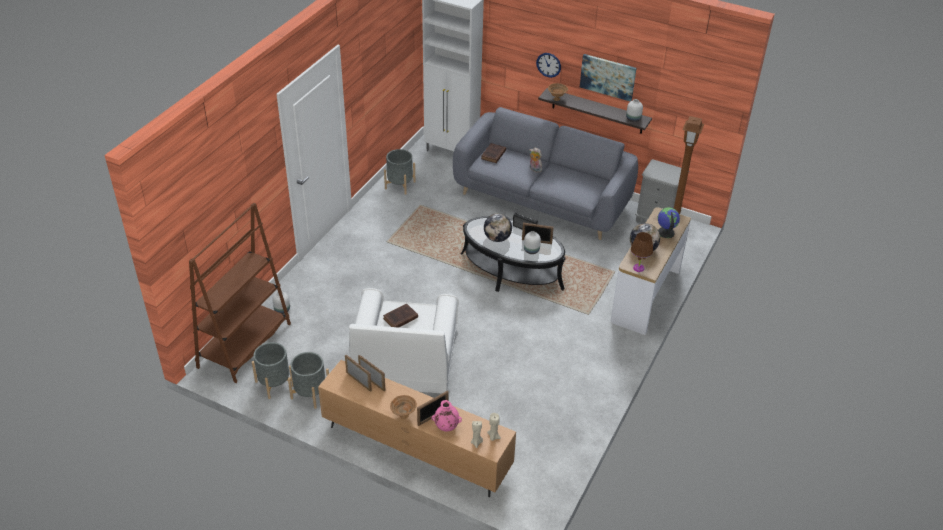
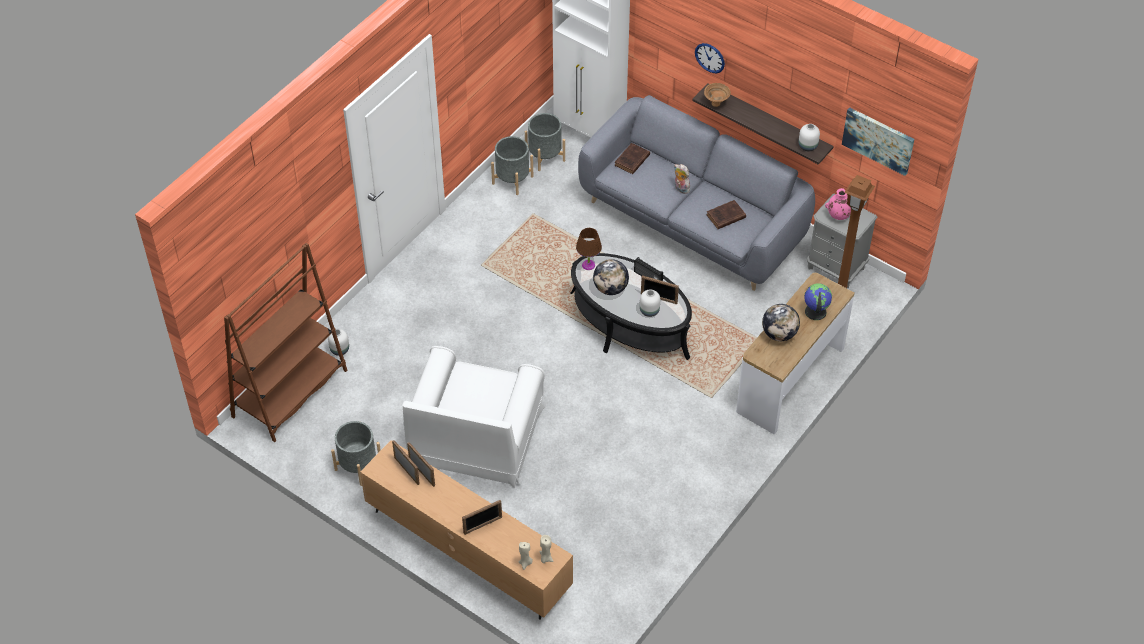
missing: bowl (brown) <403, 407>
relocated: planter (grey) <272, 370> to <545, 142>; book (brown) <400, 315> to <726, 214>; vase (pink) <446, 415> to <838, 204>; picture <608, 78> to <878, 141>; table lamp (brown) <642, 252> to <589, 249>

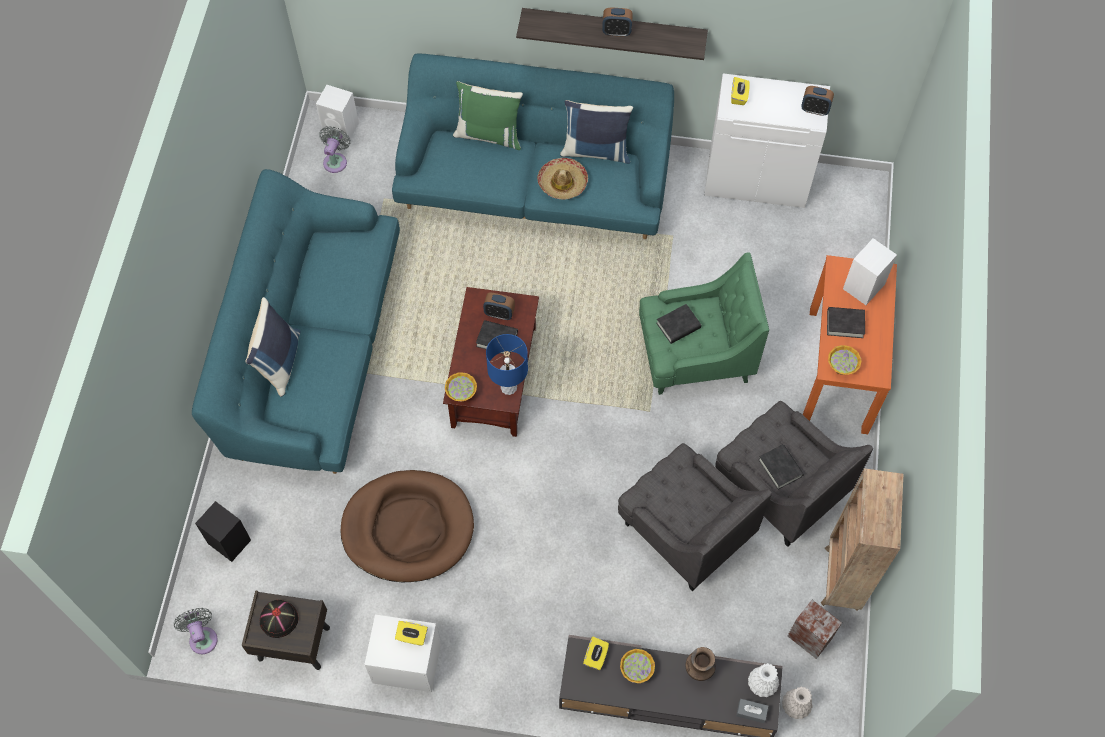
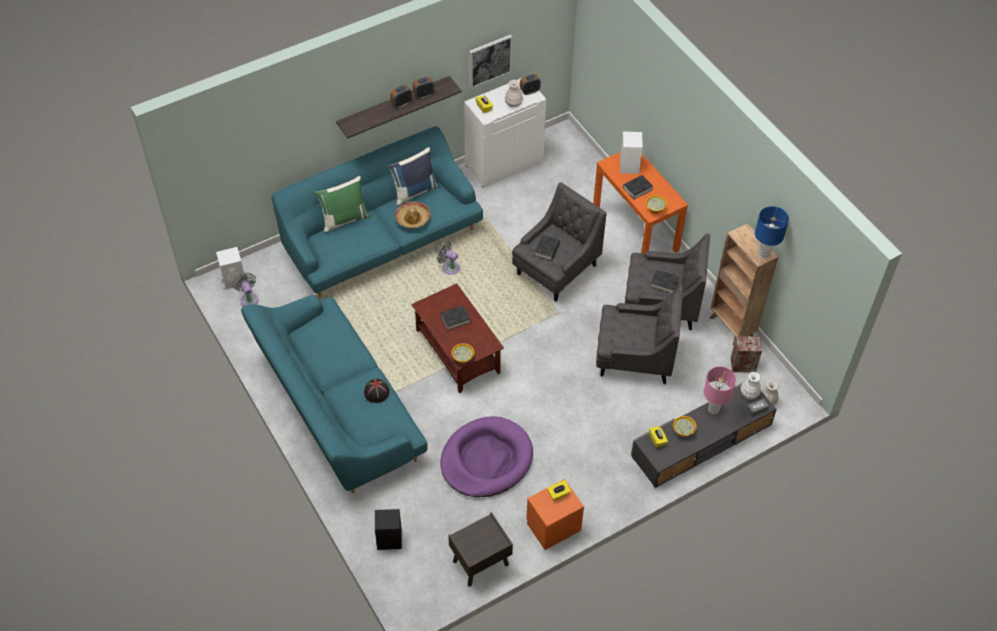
missing: pillow (blue) <272, 347>
appeared: picture <490, 61>; vase (white) <514, 93>
relocated: fan (grey) <196, 631> to <448, 258>; hat (black) <279, 619> to <377, 391>; alarm clock <499, 306> to <423, 88>; table lamp (blue) <507, 364> to <772, 232>
exchanged: vase (brown) <700, 664> to table lamp (pink) <719, 390>
colour: dog bed (brown) <407, 526> to dog bed (purple) <486, 456>; nightstand (white) <402, 653> to nightstand (orange) <555, 514>; armchair (green) <704, 323> to armchair (grey) <559, 242>

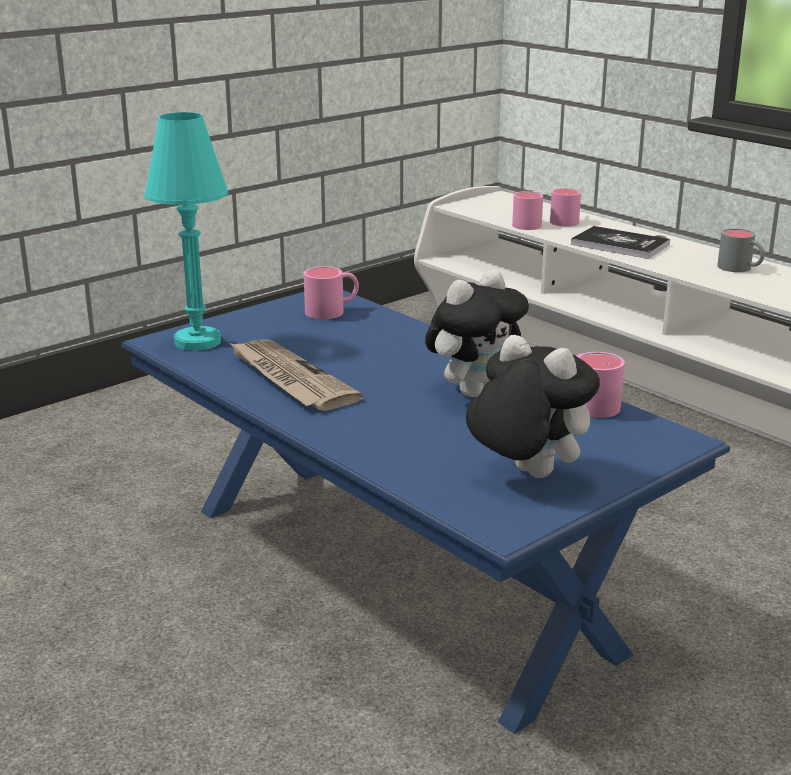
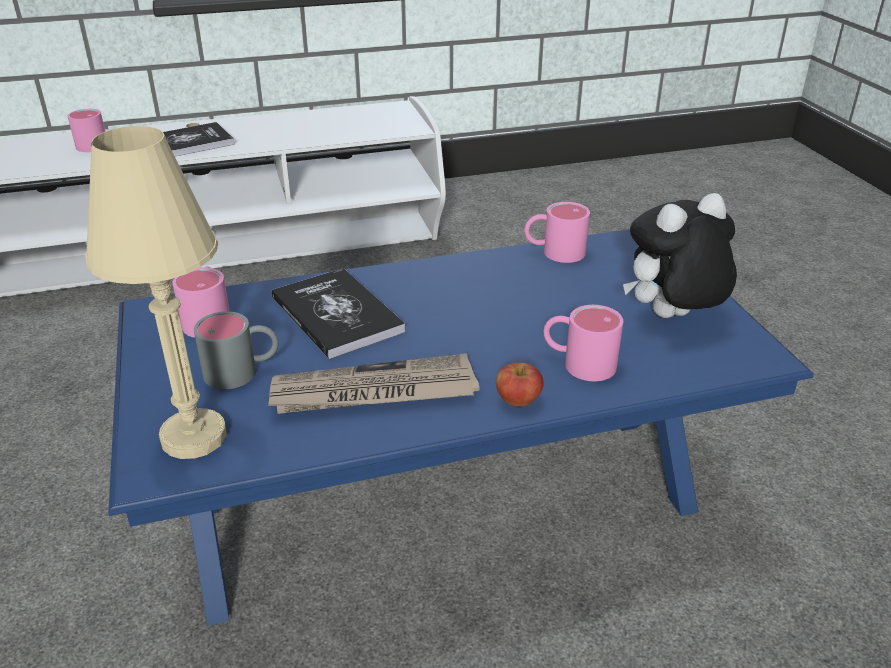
missing: plush toy <477, 333>
appeared: book <338, 313>; apple <520, 385>
relocated: mug (pink) <527, 210> to <583, 343>; mug (grey) <741, 250> to <236, 350>
colour: table lamp (turquoise) <186, 231> to table lamp (beige) <156, 292>

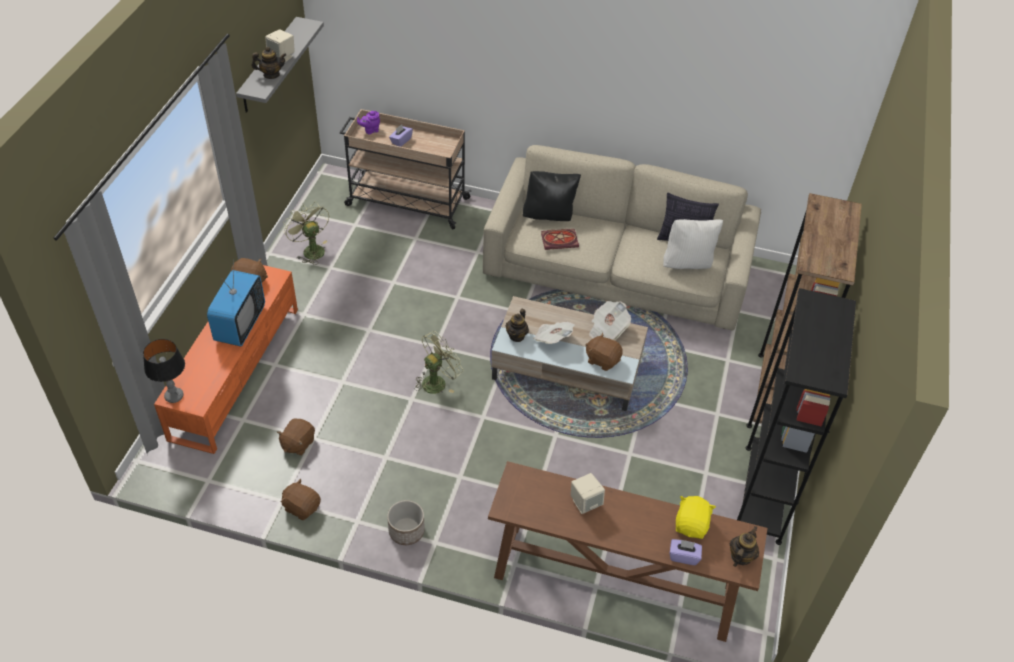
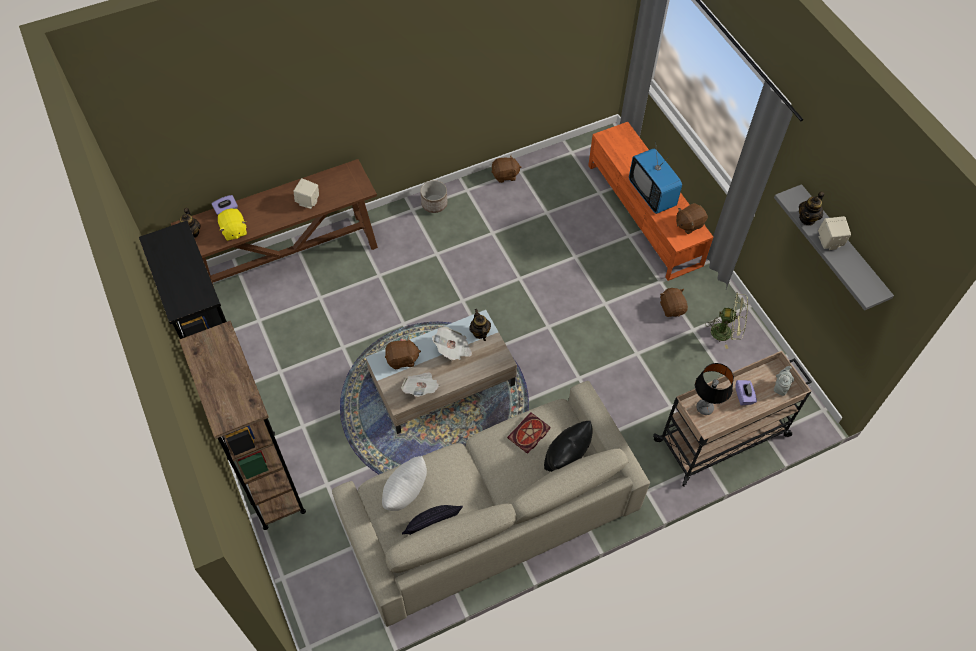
missing: fan (green) <438, 362>
relocated: table lamp <164, 371> to <714, 389>; plush toy (brown) <296, 436> to <674, 302>
colour: teapot (purple) <368, 122> to teapot (grey) <784, 381>

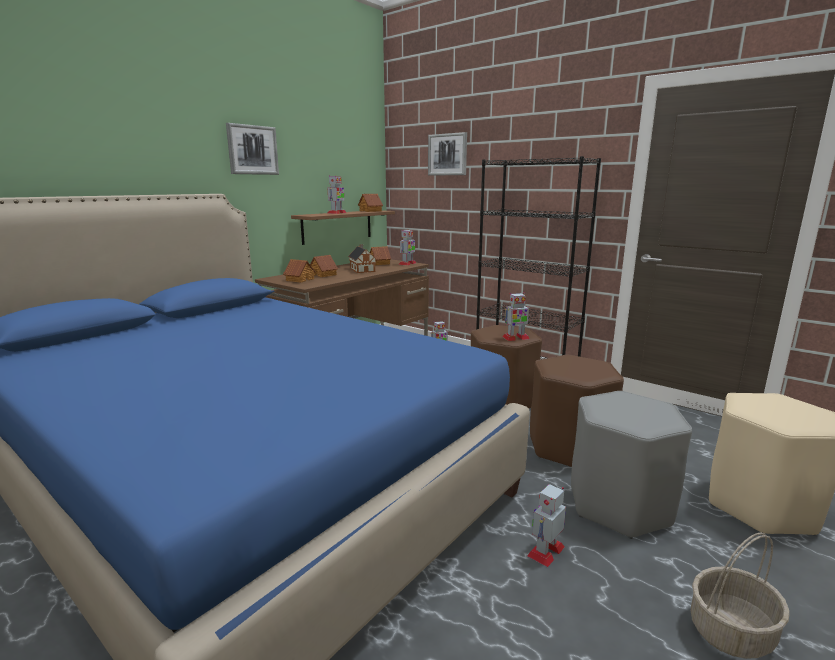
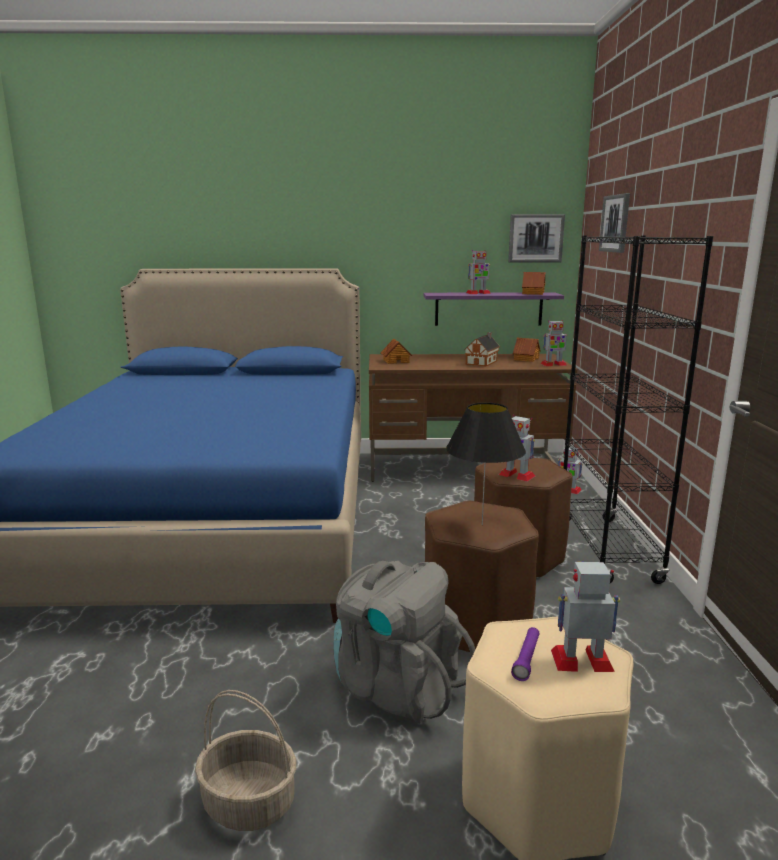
missing: toy house <324, 266>
appeared: table lamp (black) <486, 463>; flashlight (purple) <525, 654>
relocated: picture <252, 149> to <536, 238>; toy robot <546, 525> to <585, 617>
exchanged: stool (grey) <631, 465> to backpack (grey) <404, 642>
colour: shelf (brown) <343, 227> to shelf (purple) <493, 309>

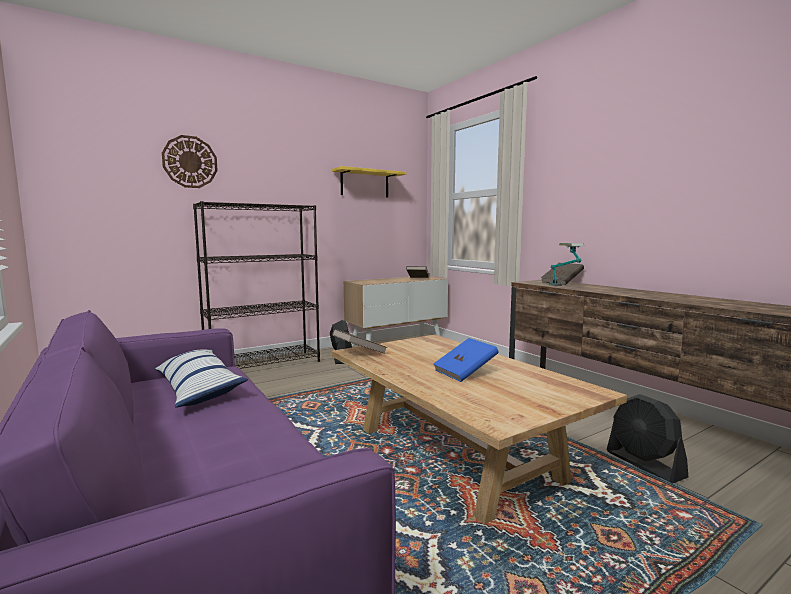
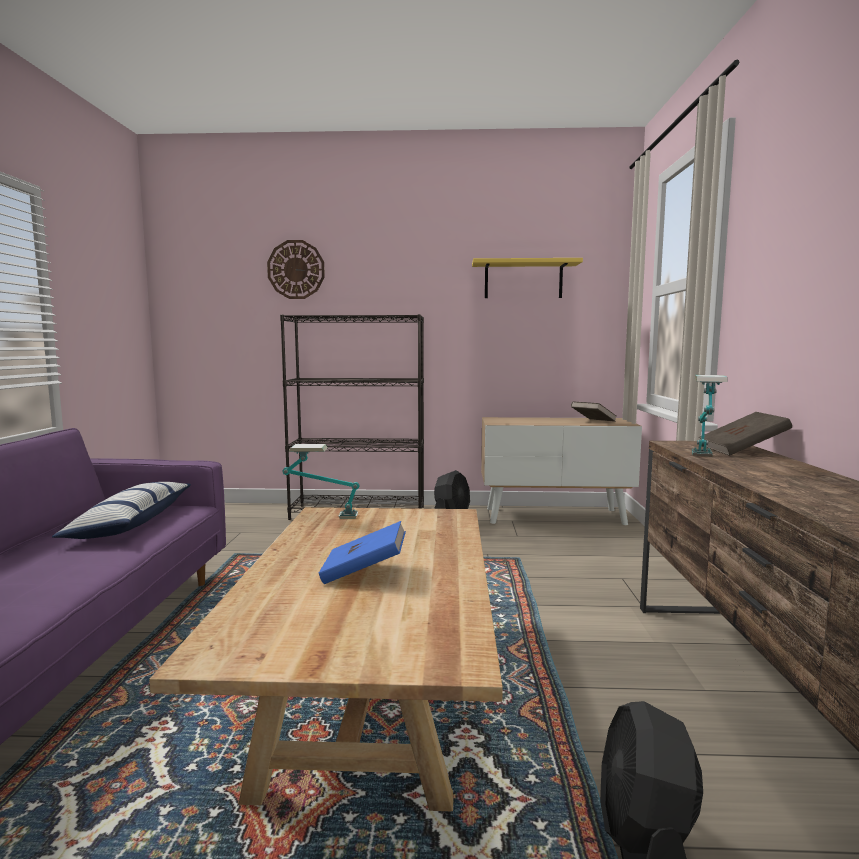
exchanged: book (brown) <359, 341> to table lamp <321, 481>

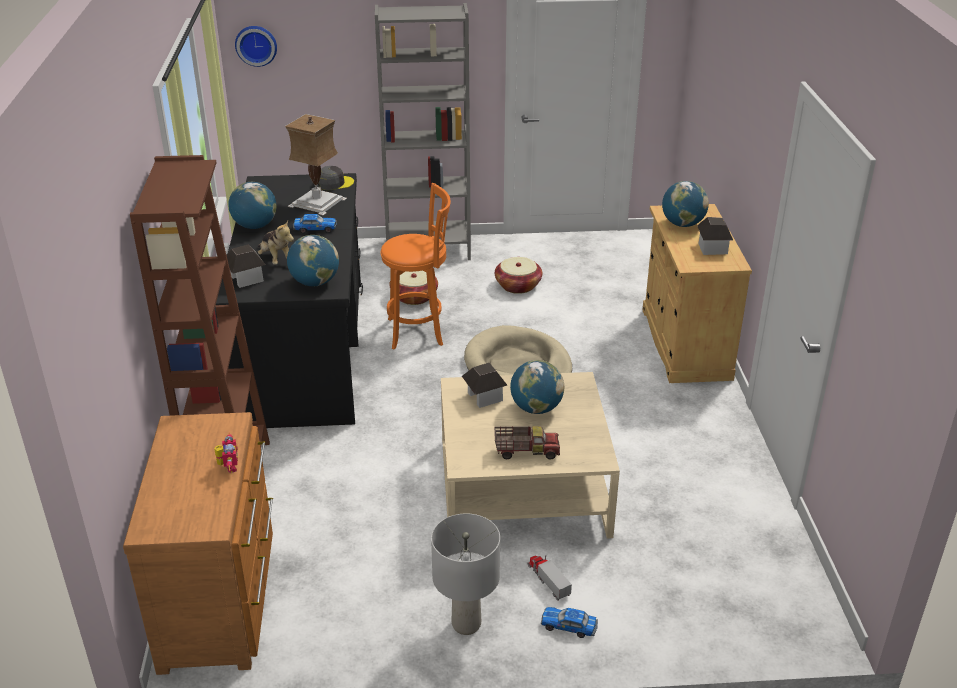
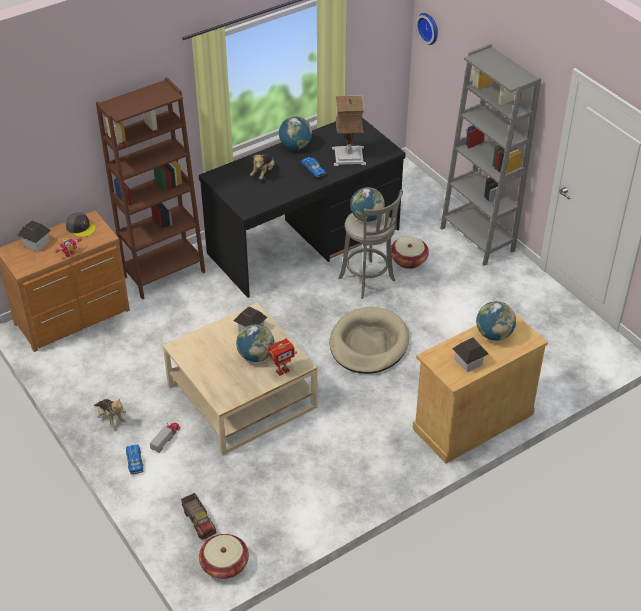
appeared: toy robot <281, 357>
relocated: toy house <246, 266> to <34, 236>; globe <313, 260> to <367, 204>; cap (grey) <335, 178> to <81, 224>; toy truck <527, 443> to <198, 516>; basket <518, 275> to <224, 556>
exchanged: table lamp (grey) <465, 574> to plush toy <110, 413>
colour: stool (orange) <415, 266> to stool (grey) <370, 244>

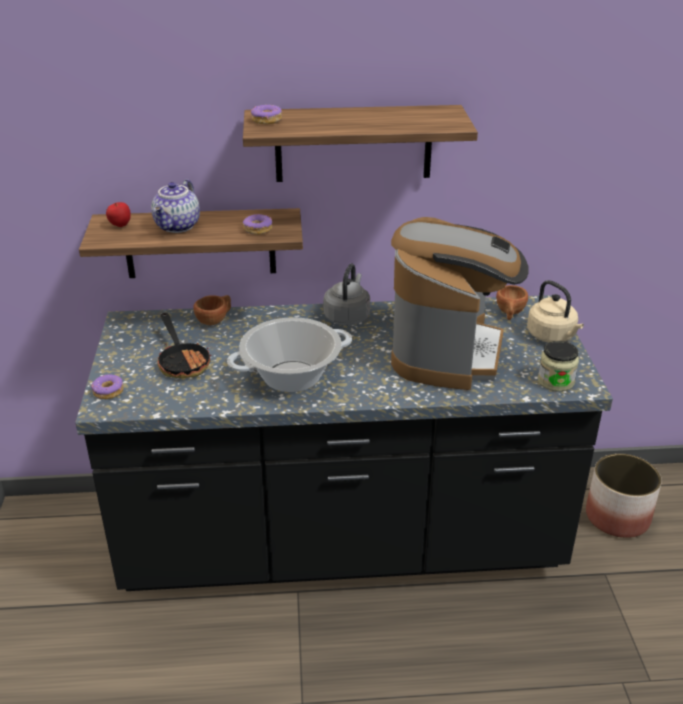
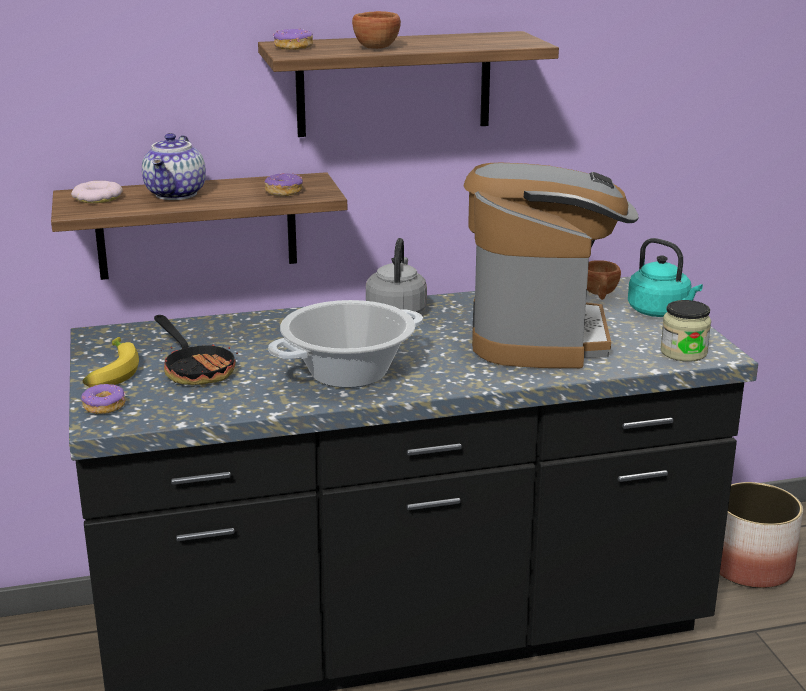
appeared: banana <111, 362>
relocated: cup (brown) <212, 310> to <376, 30>
exchanged: apple <118, 214> to donut <97, 192>
colour: kettle (beige) <555, 311> to kettle (turquoise) <665, 277>

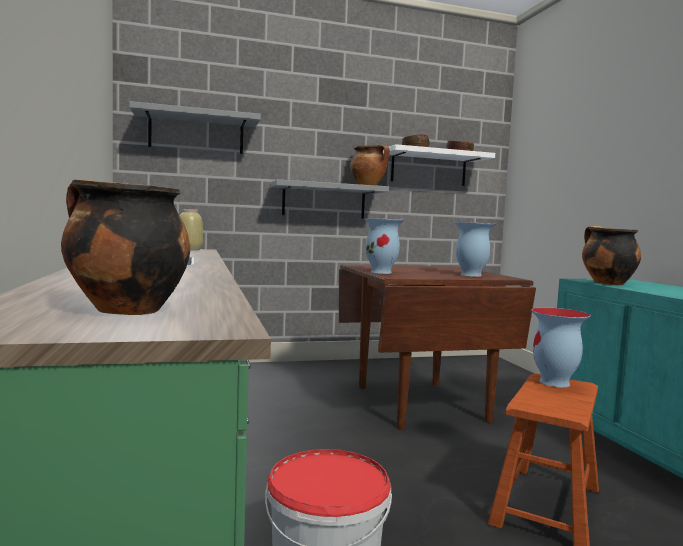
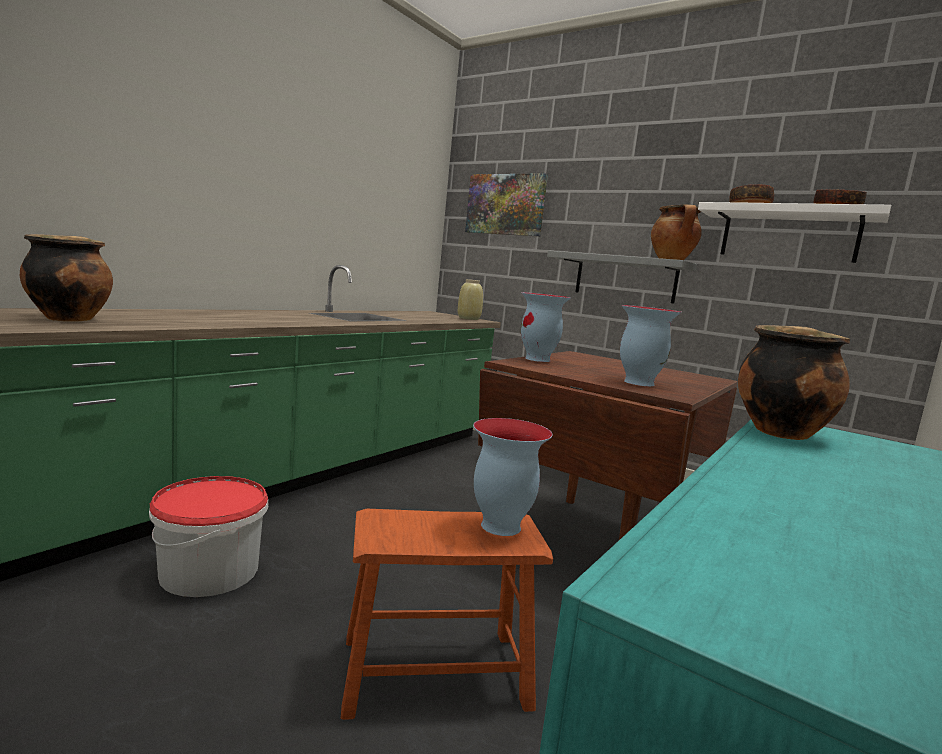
exchanged: shelf (grey) <195, 127> to picture <506, 205>

